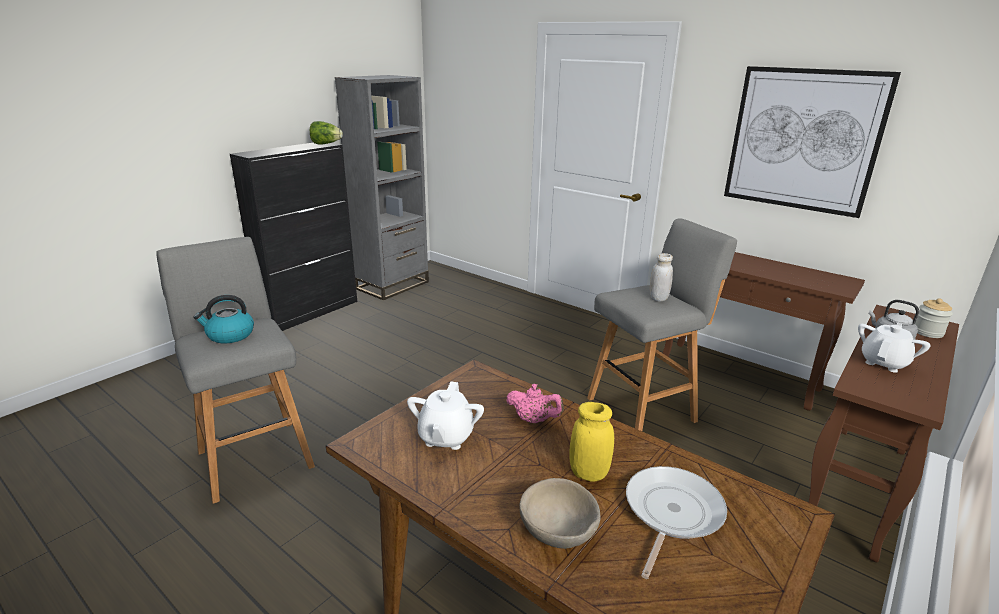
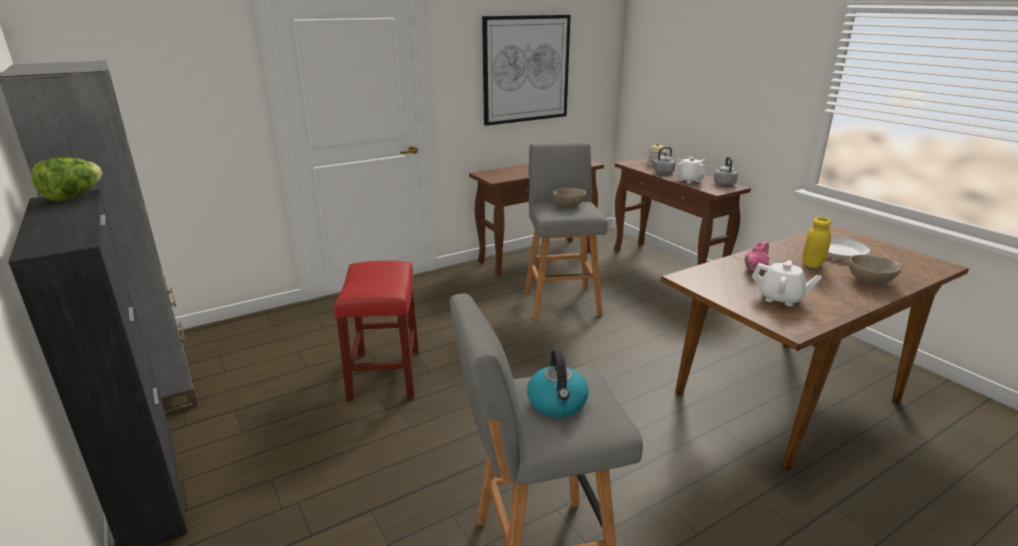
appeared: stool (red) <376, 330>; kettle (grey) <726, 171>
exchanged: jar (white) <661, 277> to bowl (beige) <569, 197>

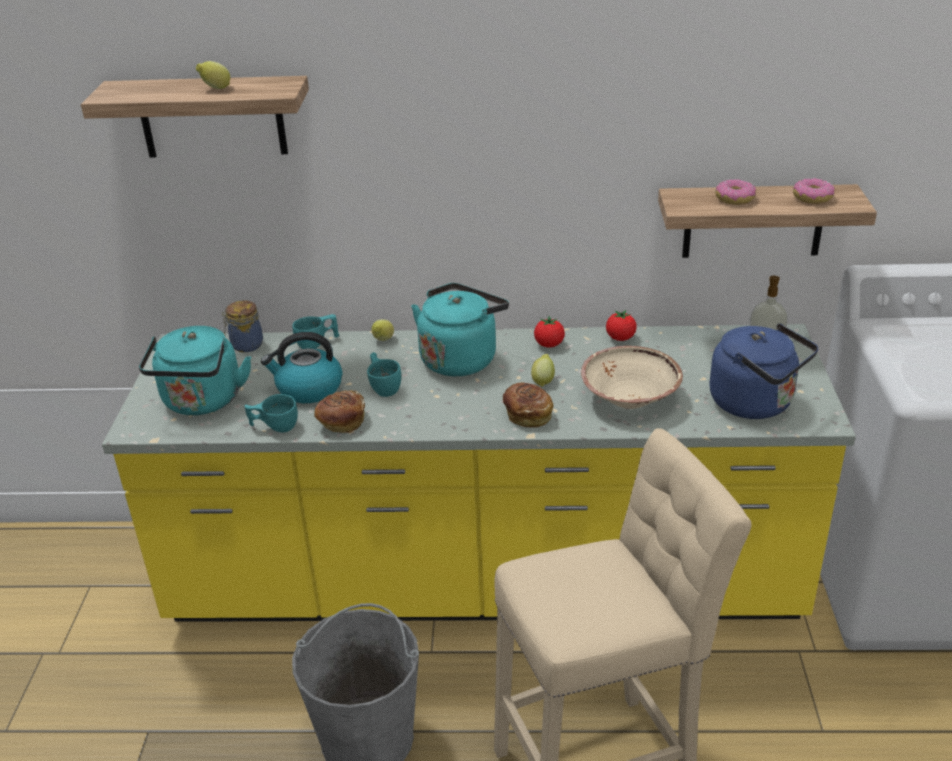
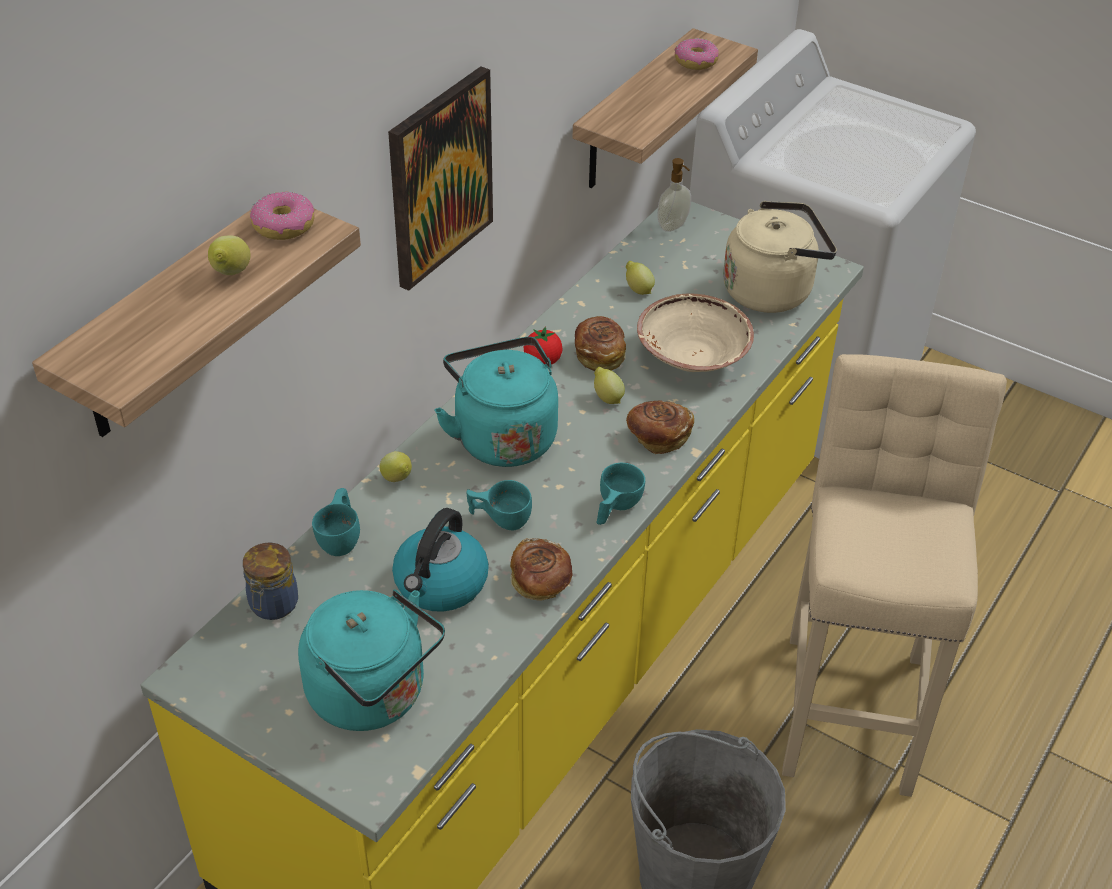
missing: tomato <621, 325>
appeared: picture <440, 178>; bread <600, 343>; lemon <640, 278>
relocated: cup (turquoise) <271, 413> to <620, 494>; donut <735, 192> to <282, 216>
colour: kettle (blue) <763, 371> to kettle (beige) <780, 257>

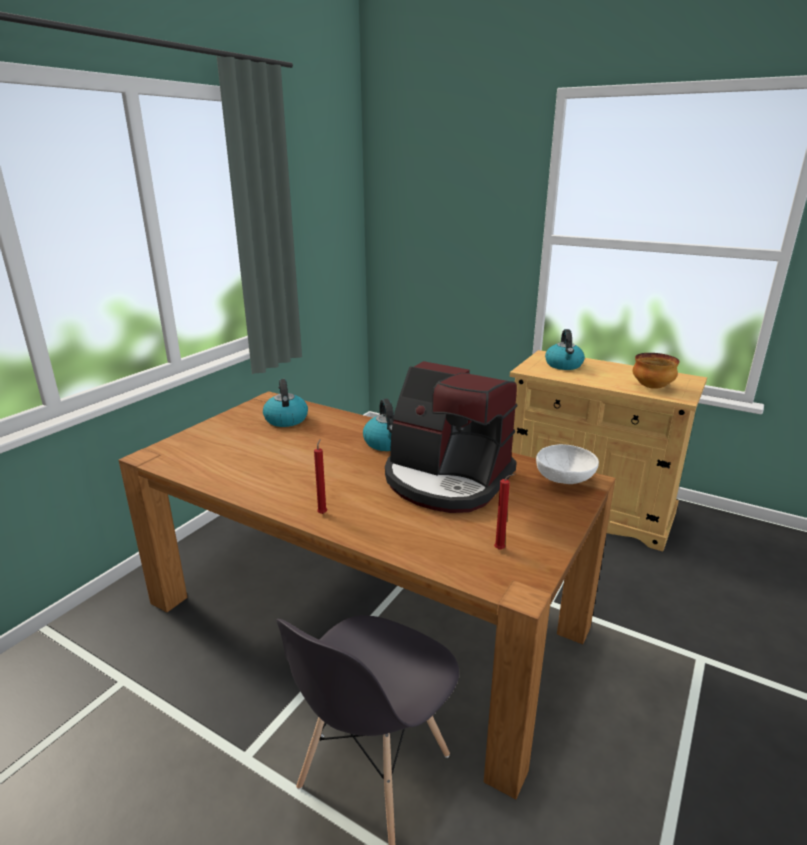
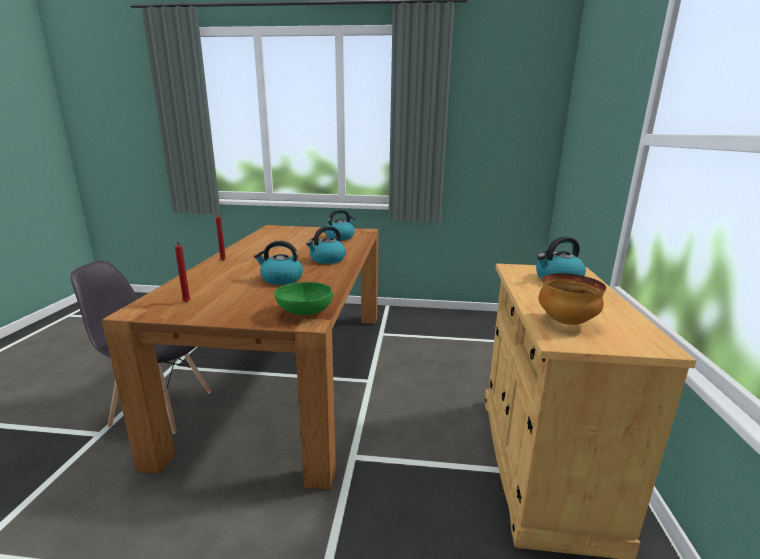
exchanged: coffee machine <451, 437> to kettle <278, 263>
colour: bowl (white) <567, 464> to bowl (green) <304, 298>

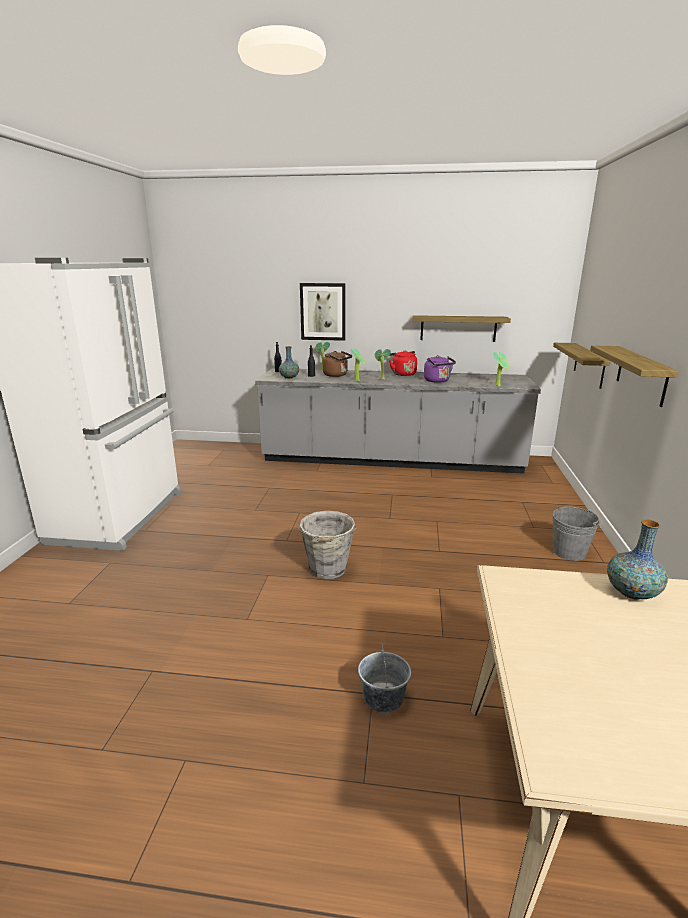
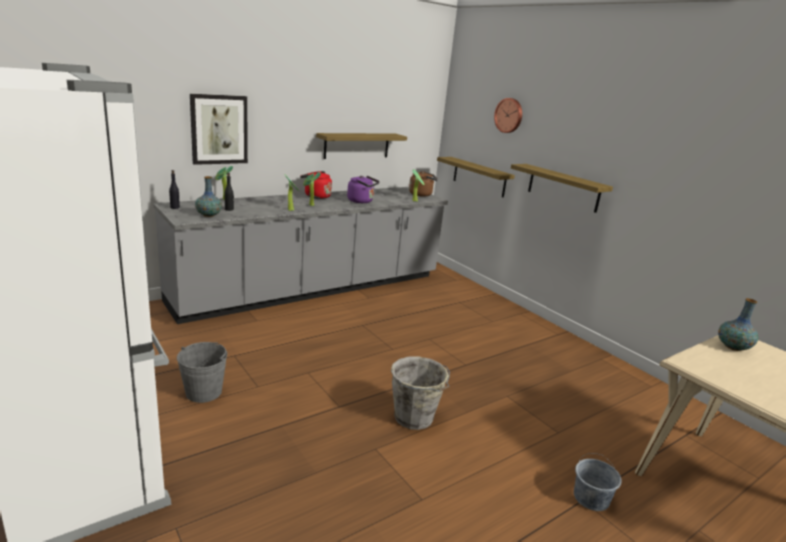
appeared: wall clock <508, 115>
relocated: kettle (brown) <337, 364> to <423, 184>; bucket (grey) <576, 533> to <202, 372>

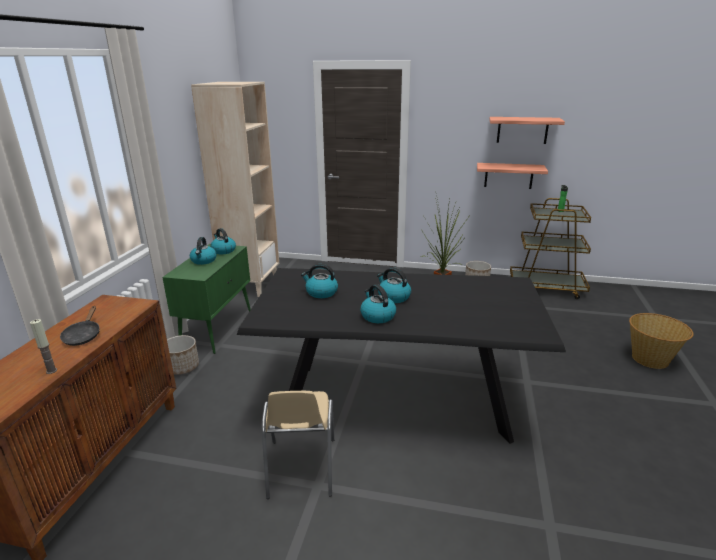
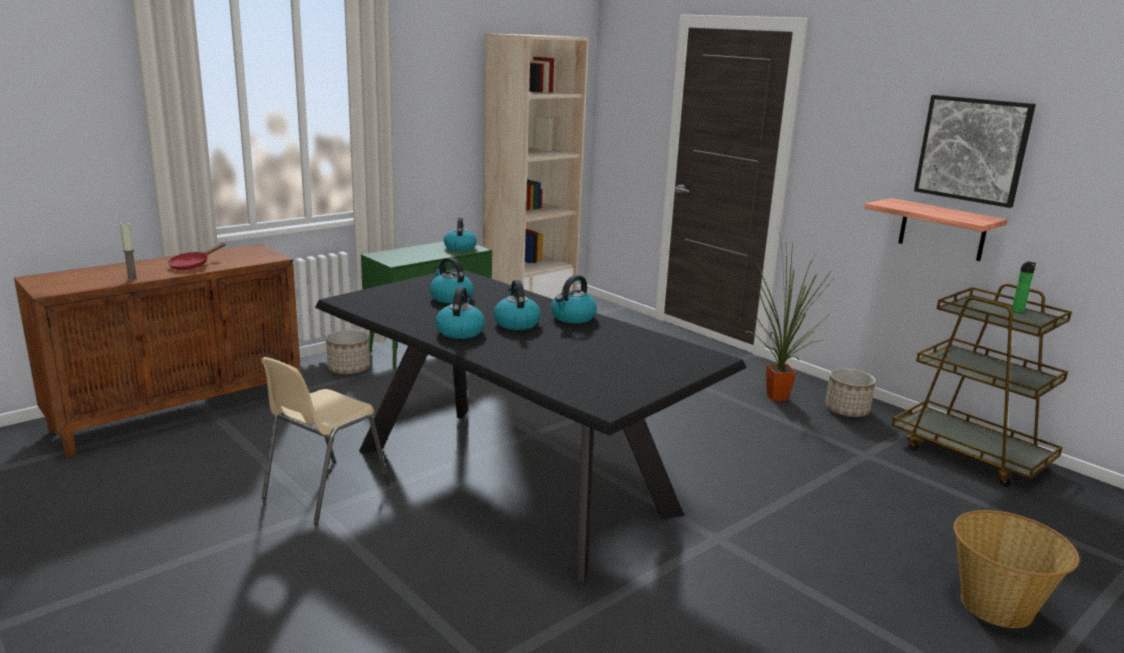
relocated: kettle <203, 251> to <574, 299>
exchanged: shelf <527, 130> to picture <975, 151>
colour: frying pan (black) <79, 326> to frying pan (red) <197, 256>

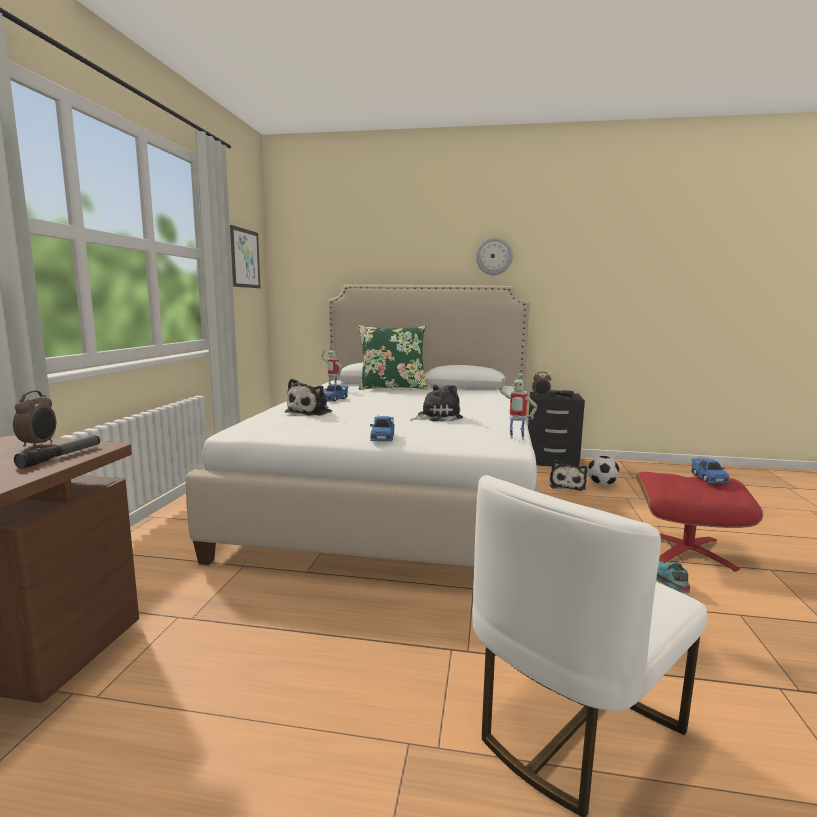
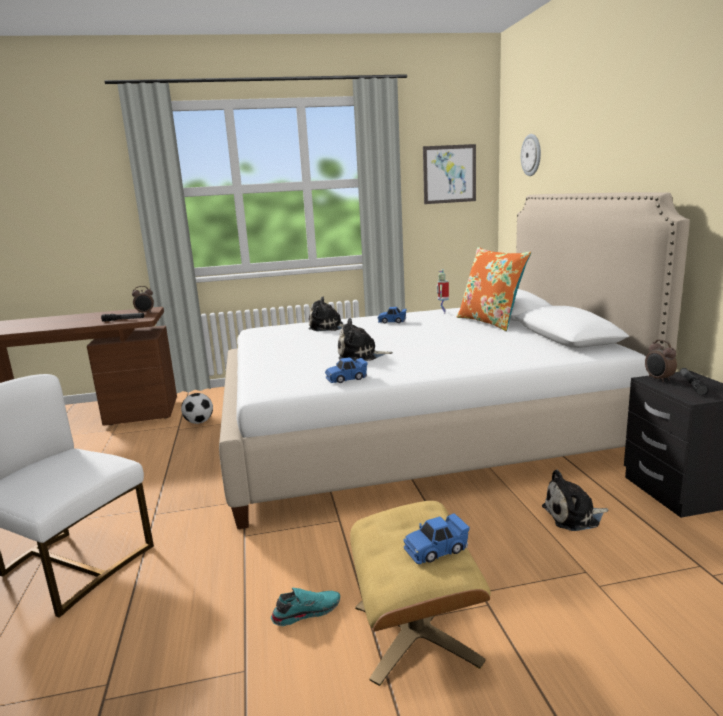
missing: toy robot <518, 407>
relocated: toy car (blue) <382, 428> to <346, 370>; wall clock <494, 256> to <531, 155>; football <604, 471> to <197, 408>
colour: pillow (green) <393, 357> to pillow (orange) <494, 289>; ottoman (red) <699, 522> to ottoman (beige) <420, 593>
spun: plush toy <436, 403> = <365, 339> 135 degrees clockwise

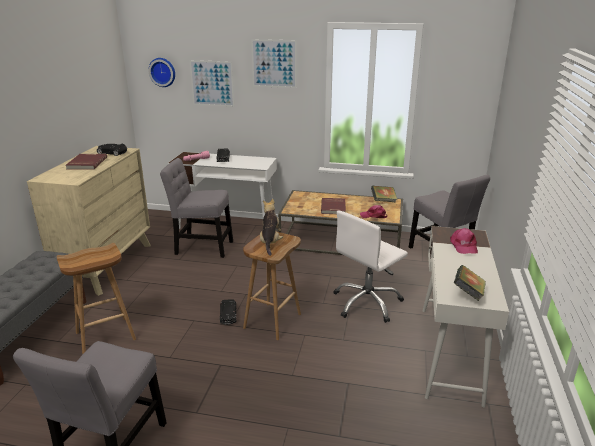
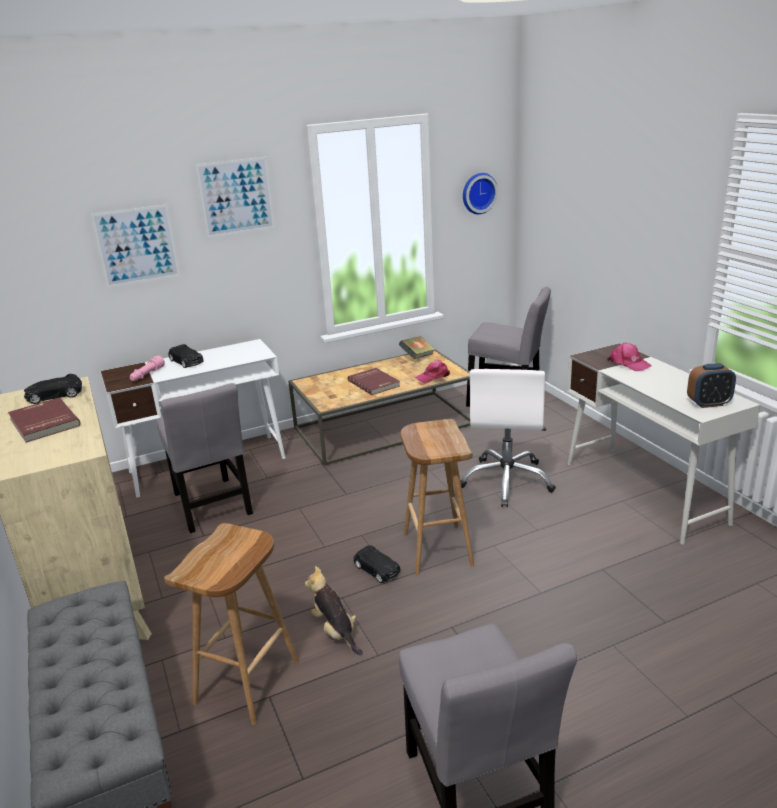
relocated: wall clock <161, 72> to <480, 193>; plush toy <271, 227> to <334, 610>
exchanged: book <470, 283> to alarm clock <711, 385>
spun: chair (grey) <196, 208> = <205, 458> 90 degrees counterclockwise

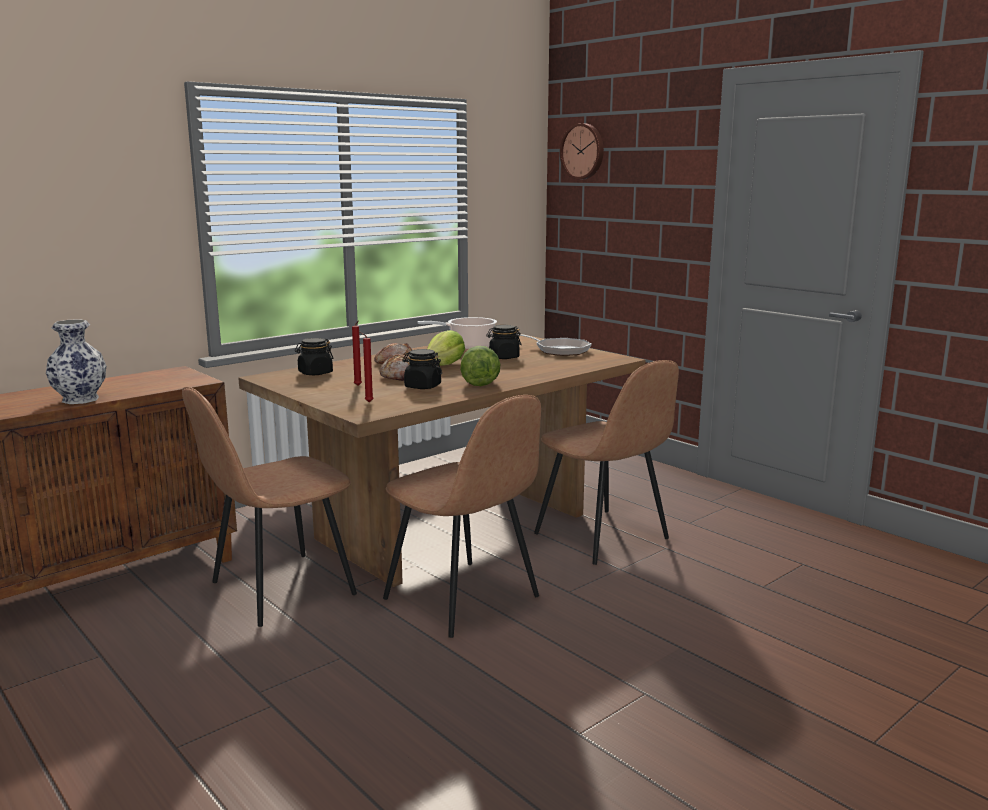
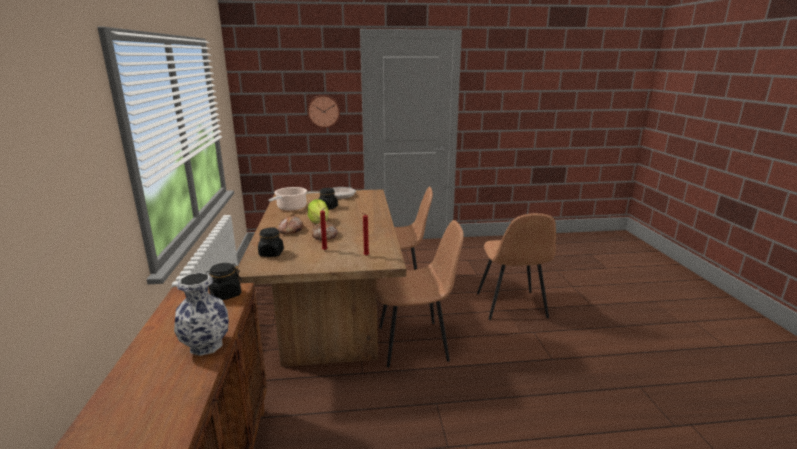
missing: lettuce <480, 366>
relocated: chair (brown) <269, 507> to <516, 266>; jar (black) <422, 369> to <224, 281>; wall clock <582, 151> to <323, 111>

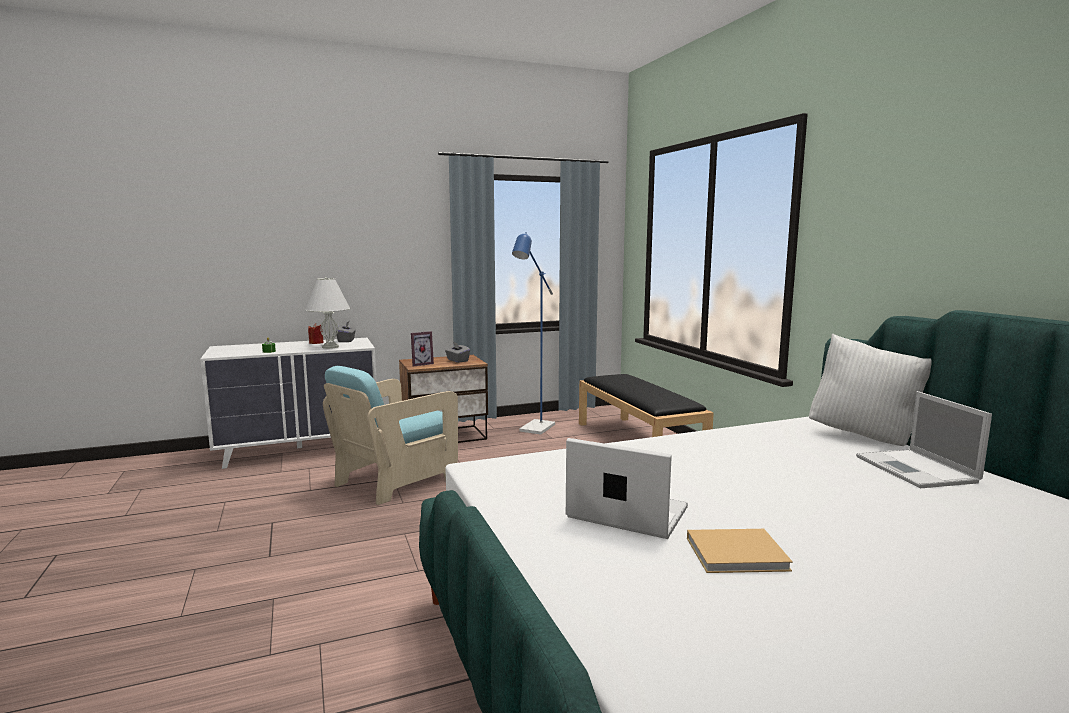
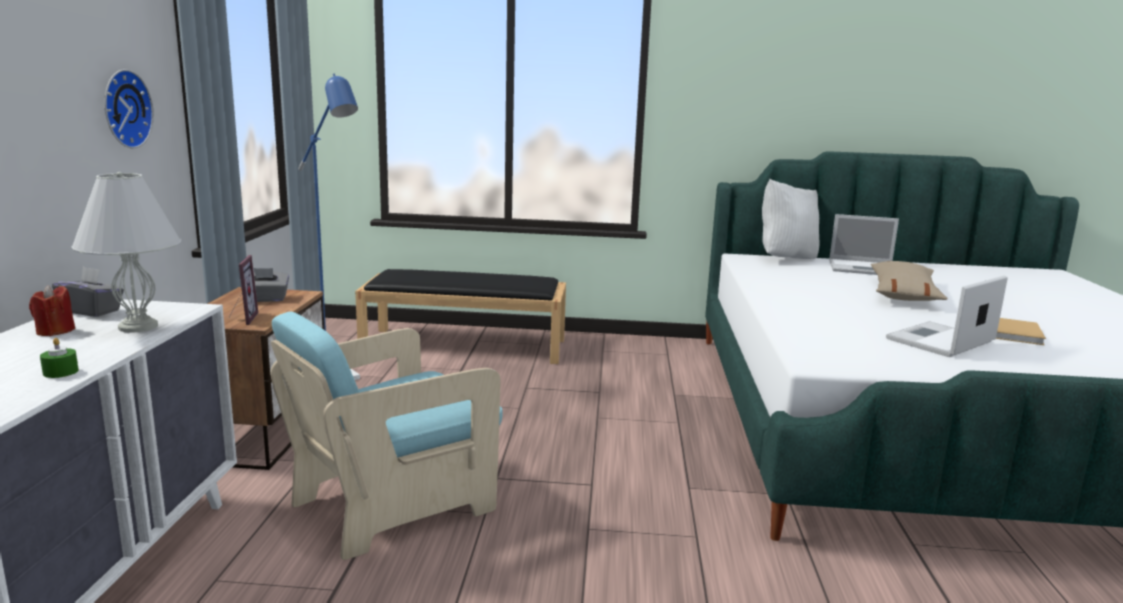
appeared: wall clock <129, 108>; pillow (beige) <909, 281>
spun: armchair (turquoise) <390, 435> = <386, 436> 75 degrees clockwise

